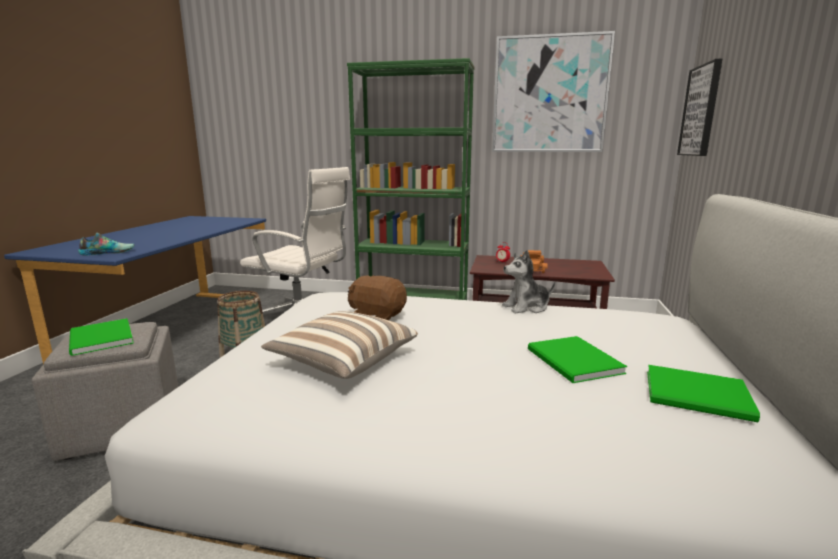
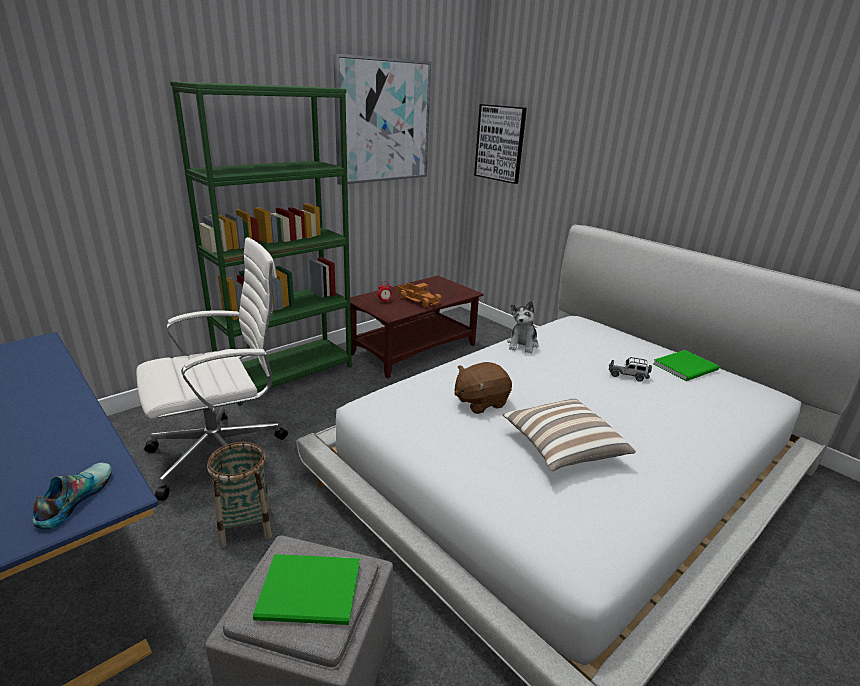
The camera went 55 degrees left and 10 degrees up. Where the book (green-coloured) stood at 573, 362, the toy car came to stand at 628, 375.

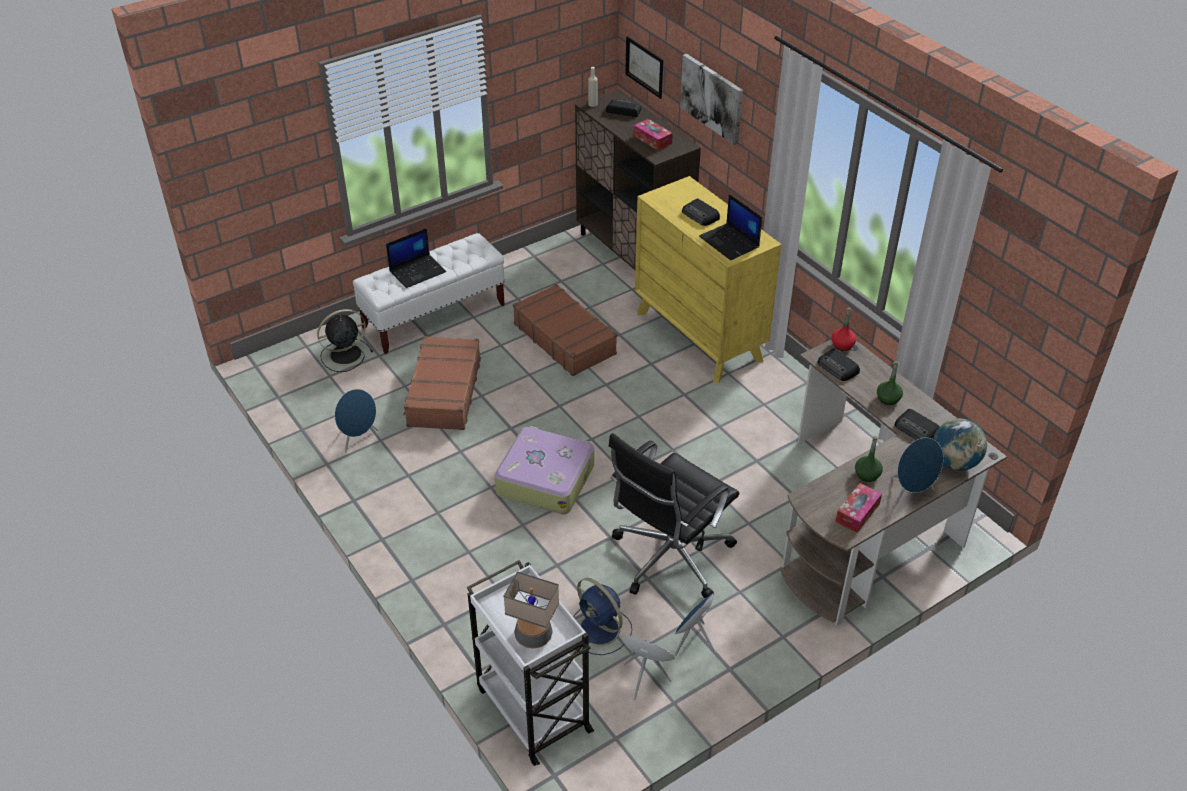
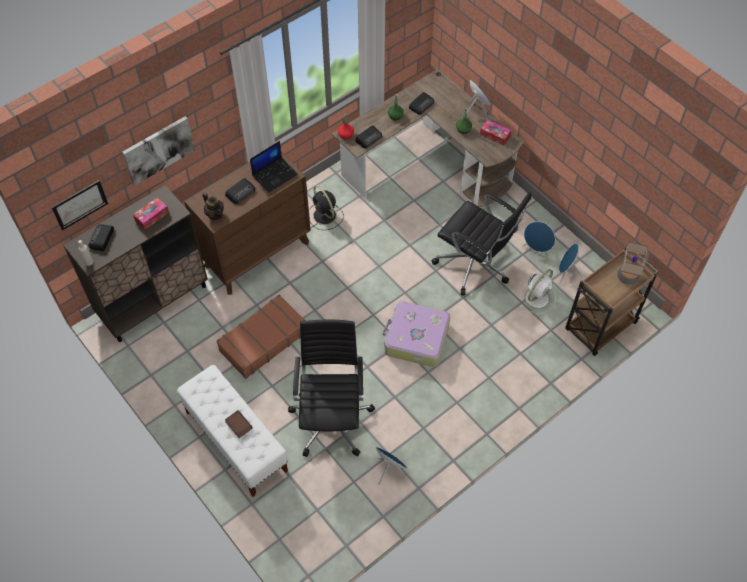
The camera went 95 degrees left and 15 degrees up. What was the drawer chest (yellow) at 699, 336 turned into the drawer chest (brownish) at 256, 253. Where the notebook computer stood at 418, 271, the book came to stand at 238, 425. The electric fan (blackish) ended up elsewhere, having gone from 344, 355 to 325, 216. Where the suitcase (brownish) stood at 443, 392, the desk chair (blackish) came to stand at 331, 418. The second view lost the desk globe at 954, 463. What was the trolley (white-coloured) at 532, 707 turned into the trolley (brownish) at 599, 327. What was the electric fan (blue) at 600, 630 turned into the electric fan (white-coloured) at 537, 297. The second view gained the pot for tea at 215, 214.

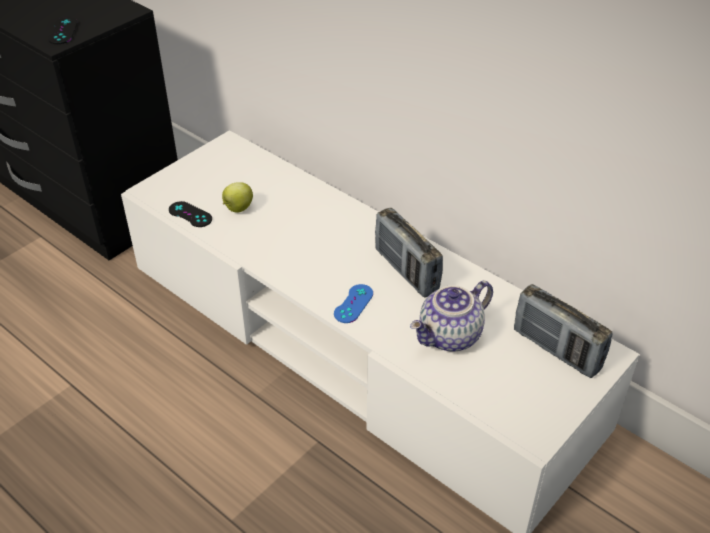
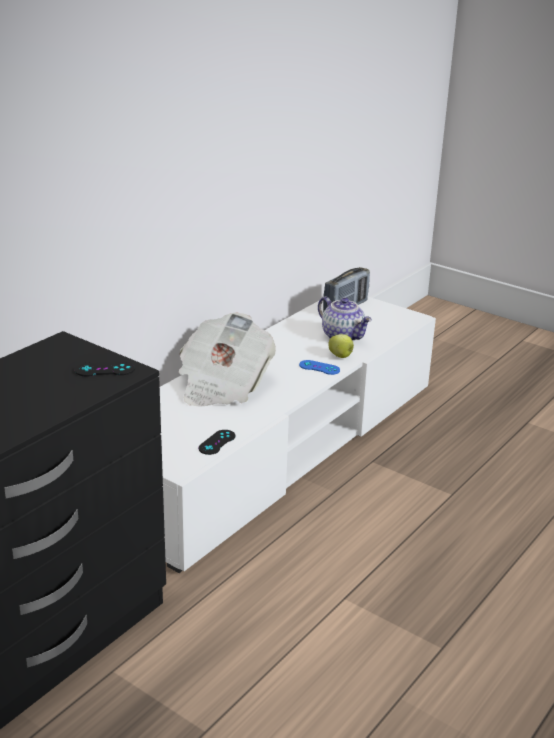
The camera went 95 degrees left and 15 degrees down. The apple fruit ended up elsewhere, having gone from 238, 208 to 341, 356. The second view lost the radio receiver at 406, 271. The second view gained the newspaper at 222, 385.

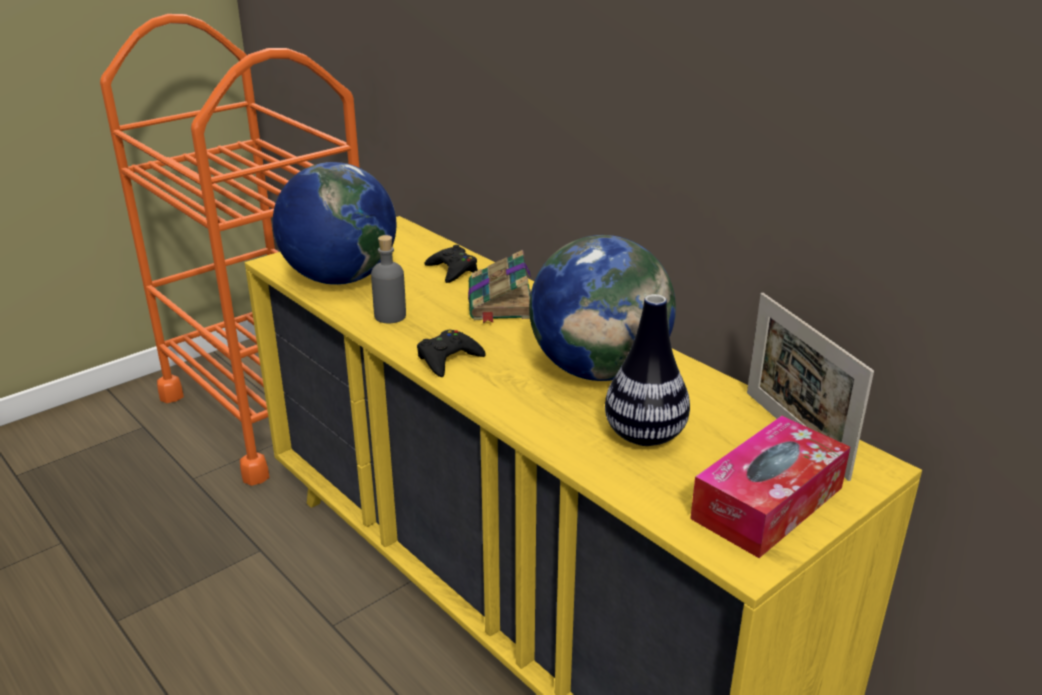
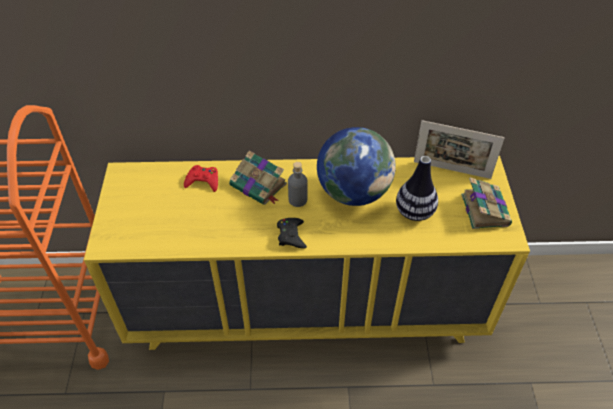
The camera went 50 degrees left and 20 degrees up. The second view lost the desk globe at 340, 278. The bottle (gray) ended up elsewhere, having gone from 390, 316 to 298, 200. What was the joypad (blackish) at 452, 270 turned into the joypad (red-coloured) at 203, 181. Where the box of tissues stood at 767, 503, the book came to stand at 484, 209.

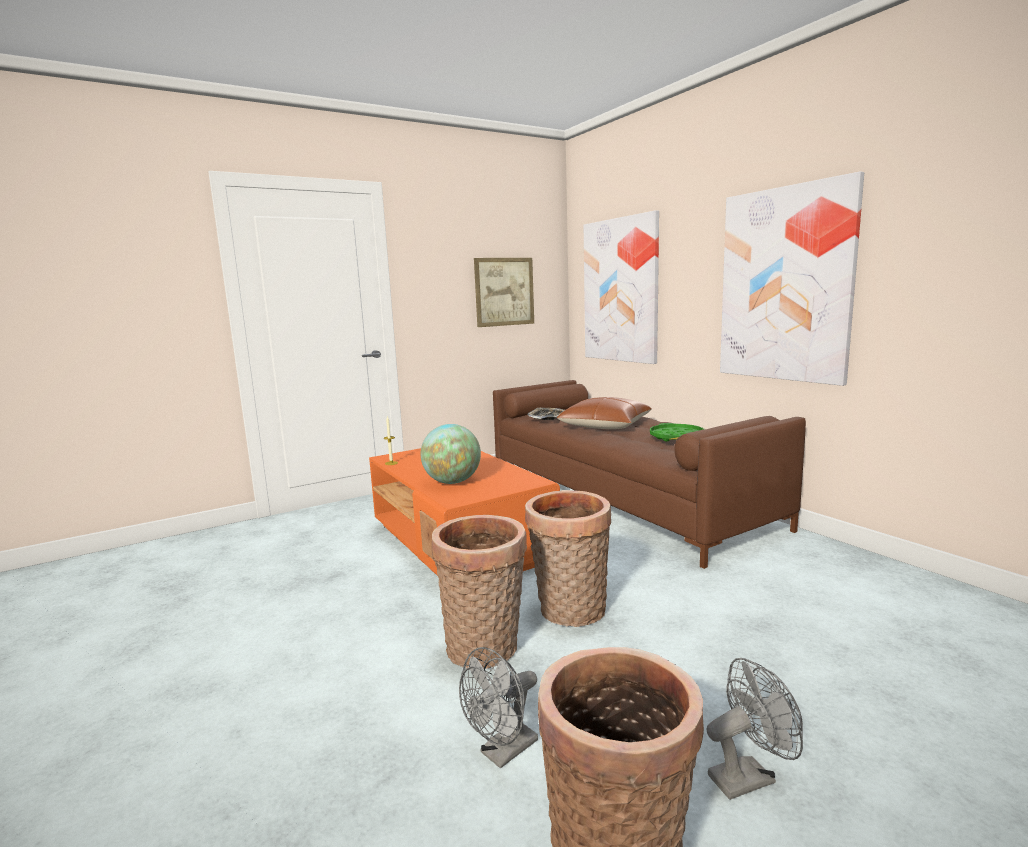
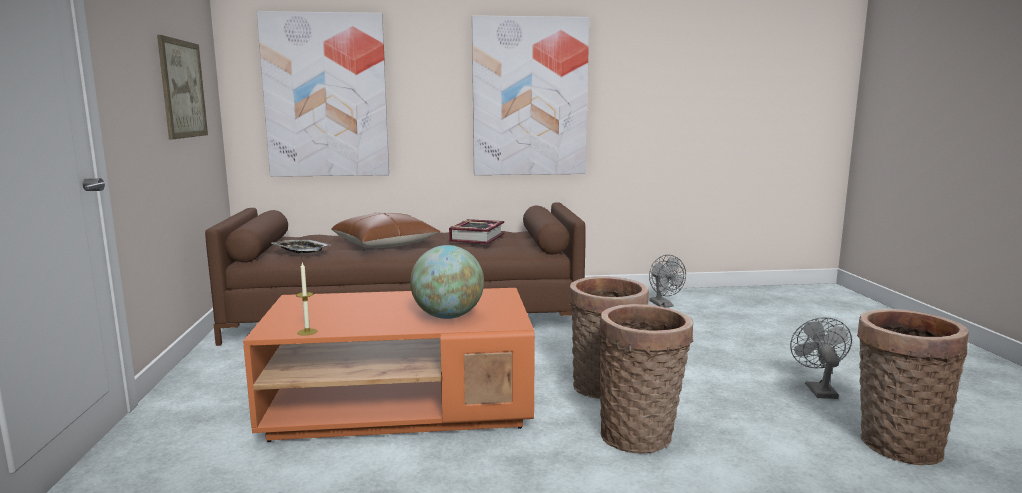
The camera went 65 degrees left and 0 degrees up. Where the serving tray (green-coloured) stood at 677, 437, the book came to stand at 476, 238. The electric fan (gray) ended up elsewhere, having gone from 503, 752 to 663, 305.

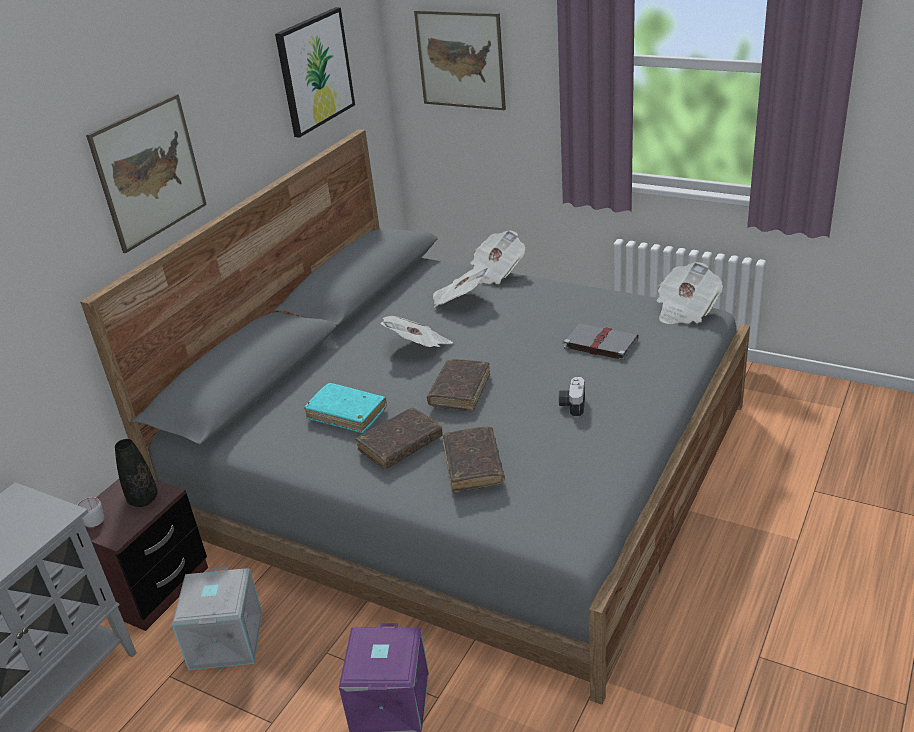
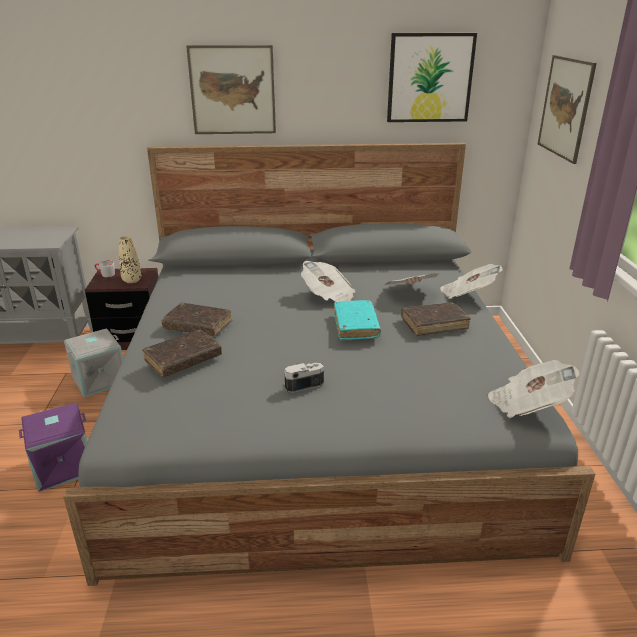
The camera went 55 degrees right and 5 degrees down. The second view lost the book (gray) at 599, 343. The book (brownish) ended up elsewhere, having gone from 460, 391 to 434, 324. The book (turquoise) ended up elsewhere, having gone from 347, 414 to 356, 326. What was the vase (blackish) at 143, 500 turned into the vase (beige) at 132, 280.

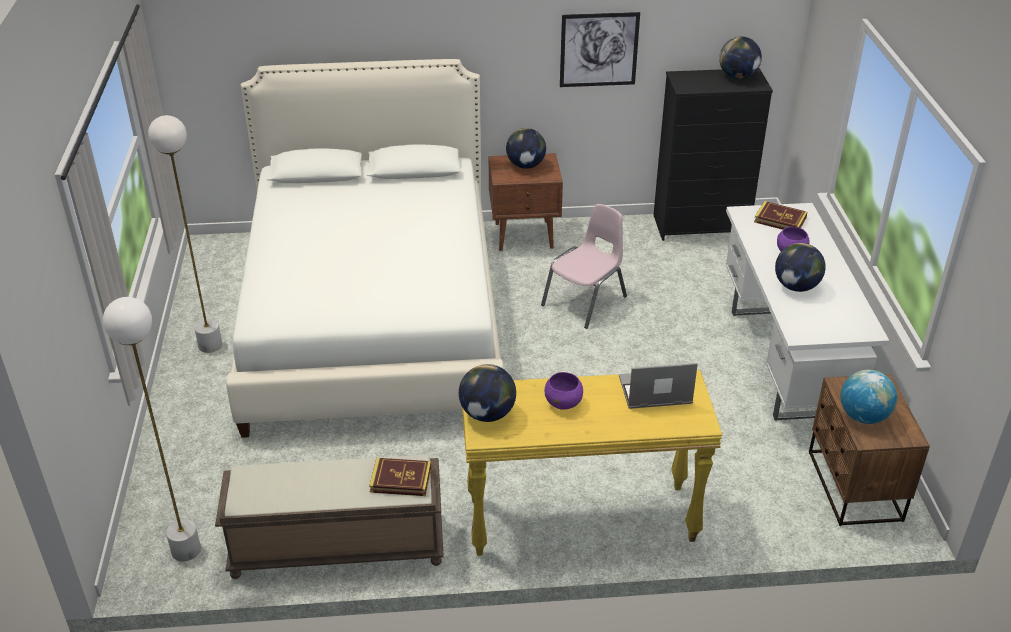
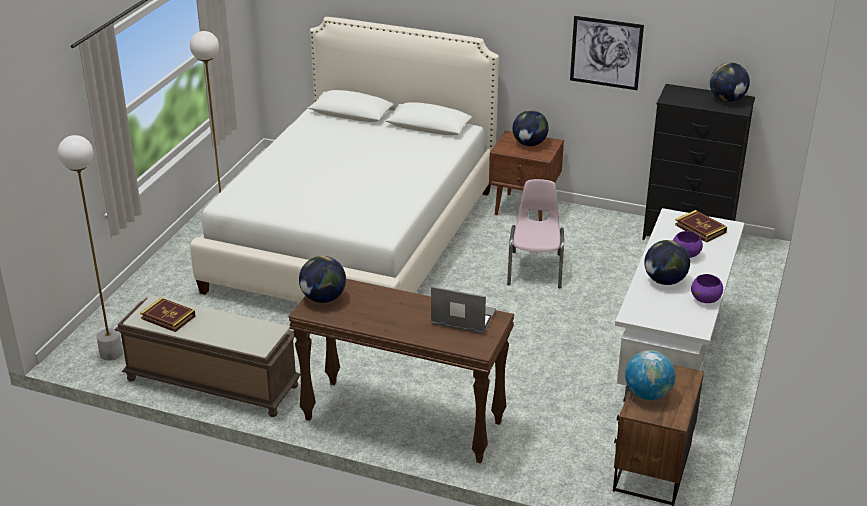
The camera went 25 degrees right and 5 degrees down. The plain chair (pinkish) at 585, 301 ended up facing another way, 60 degrees counterclockwise from before. What was the narrow table (yellow) at 580, 521 turned into the narrow table (brownish) at 402, 421. The deep dish (purple-coloured) ended up elsewhere, having gone from 563, 403 to 706, 299. The book ended up elsewhere, having gone from 401, 480 to 168, 317.

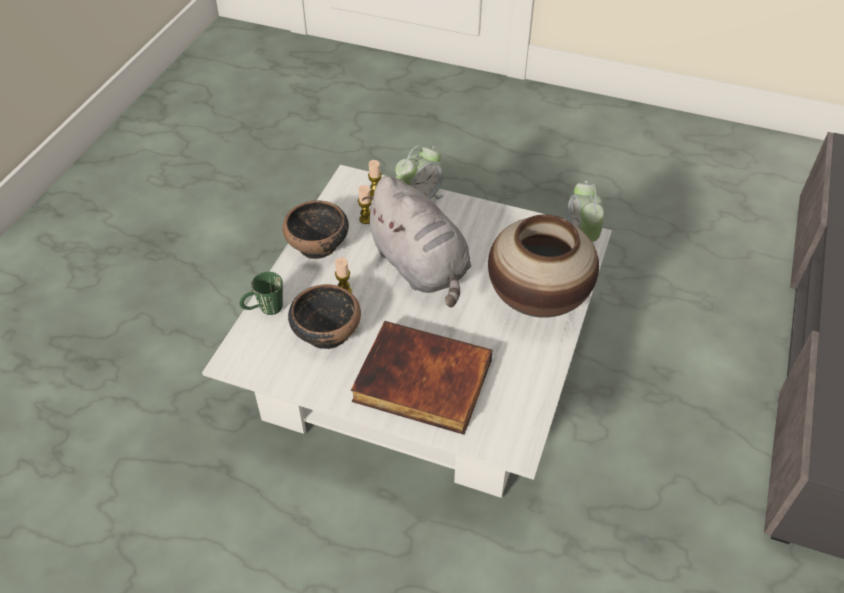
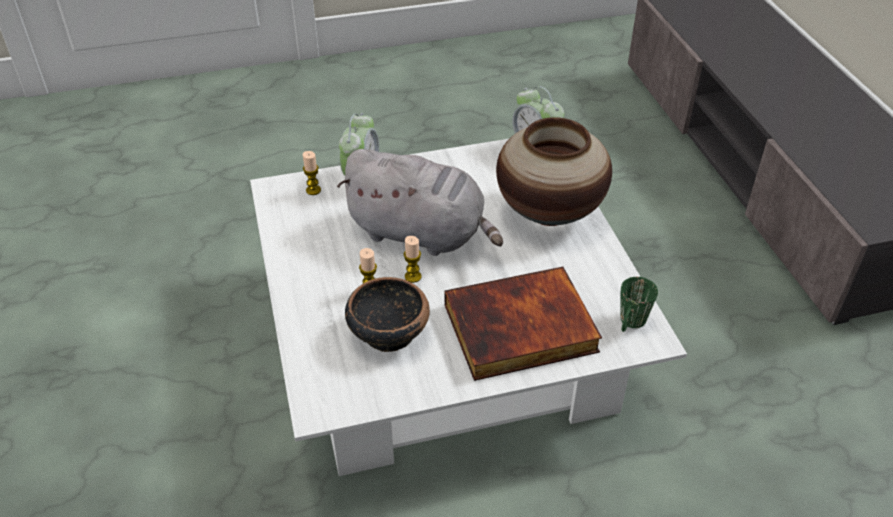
The camera went 35 degrees left and 5 degrees down. The candle ended up elsewhere, having gone from 366, 219 to 413, 276. The second view lost the deep dish at 318, 245. The tea mug (green-coloured) ended up elsewhere, having gone from 264, 309 to 630, 325.

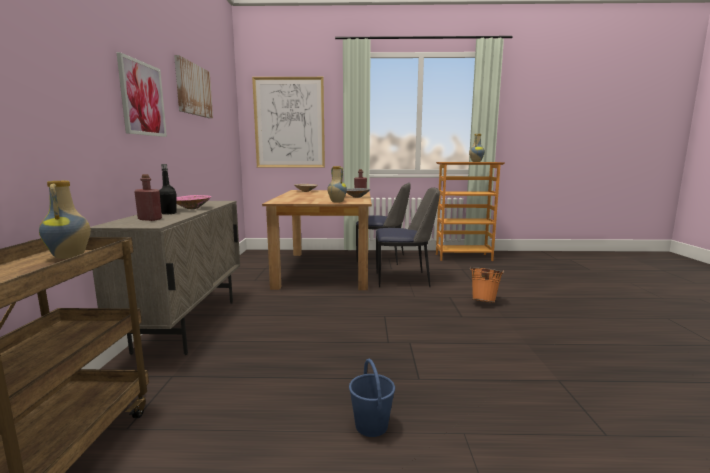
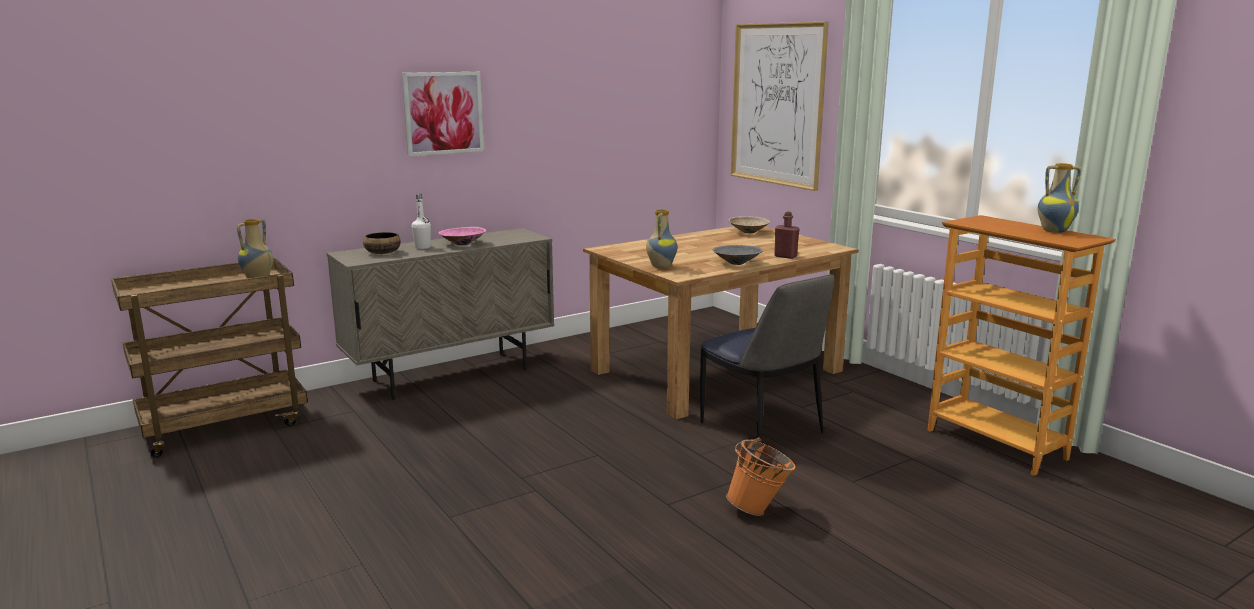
The camera went 55 degrees right and 5 degrees up. The second view lost the wall art at 193, 89. What was the bottle (blackish) at 169, 213 turned into the bottle (white-coloured) at 422, 247. Where the bottle (red-coloured) stood at 150, 219, the deep dish came to stand at 382, 253. The second view lost the plain chair at 382, 258. The second view lost the bucket (blue) at 371, 425.

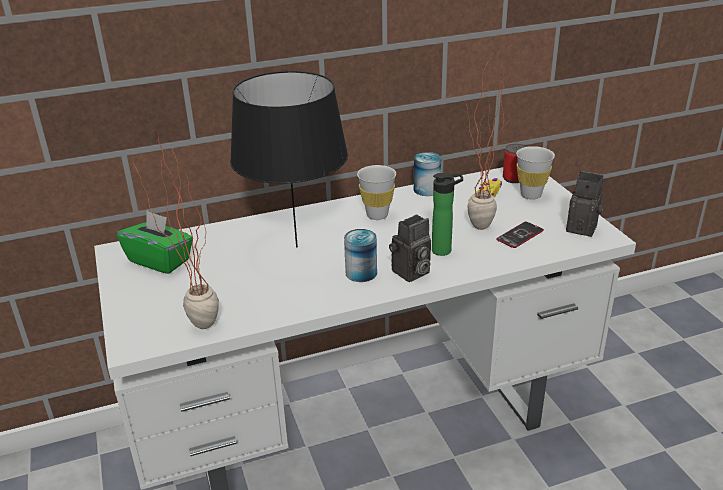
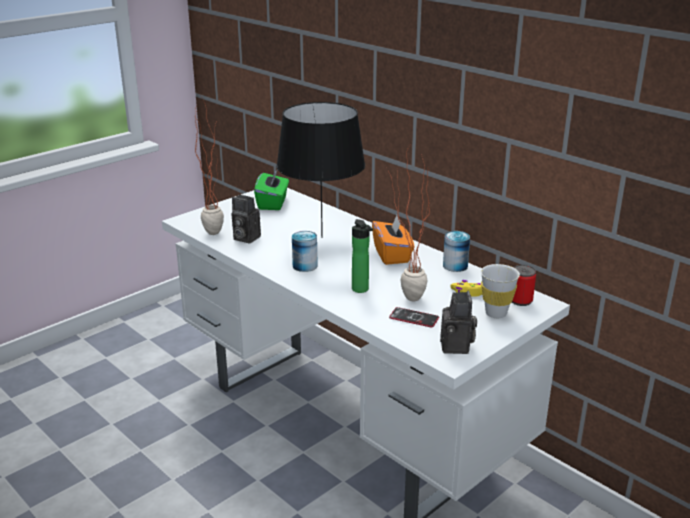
The camera went 65 degrees right and 5 degrees down. Where the drinking cup (white-coloured) stood at 377, 215, the box of tissues (orange-coloured) came to stand at 392, 255. The photo camera ended up elsewhere, having gone from 410, 273 to 245, 238.

